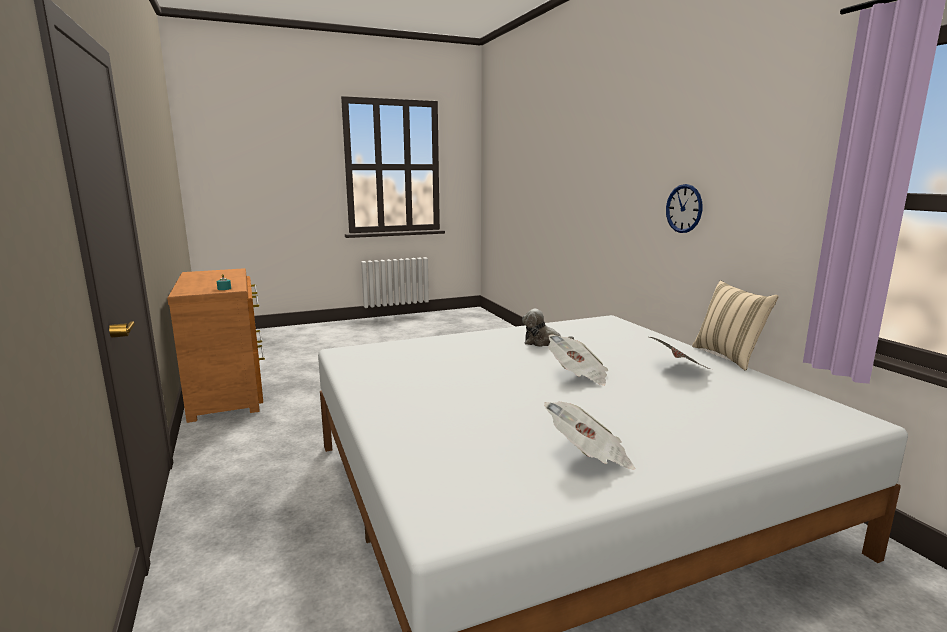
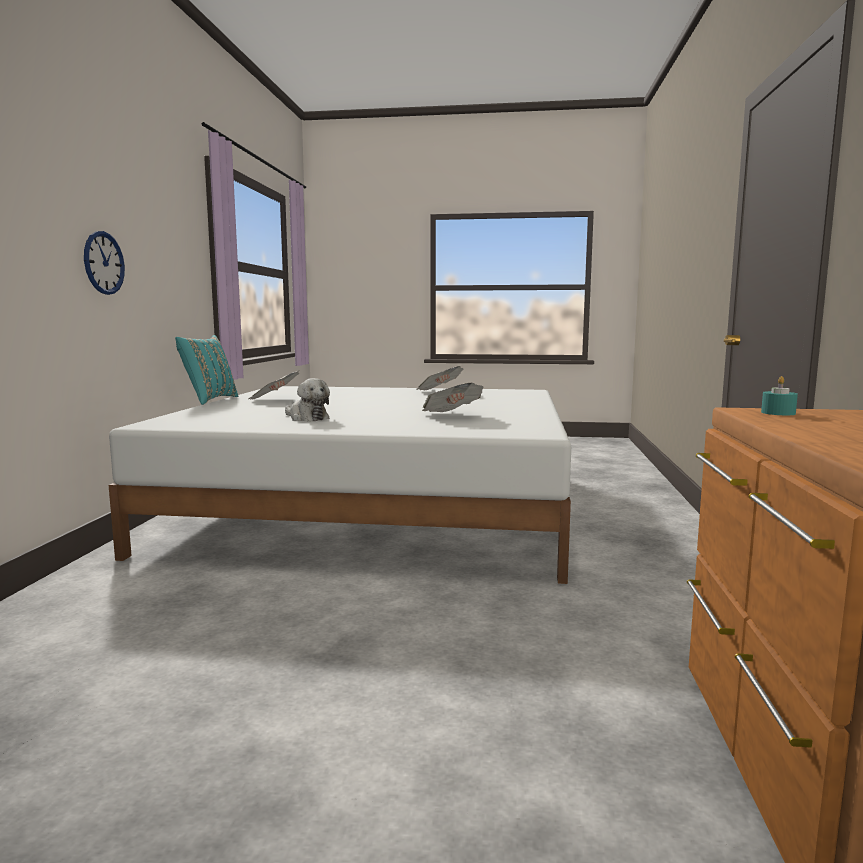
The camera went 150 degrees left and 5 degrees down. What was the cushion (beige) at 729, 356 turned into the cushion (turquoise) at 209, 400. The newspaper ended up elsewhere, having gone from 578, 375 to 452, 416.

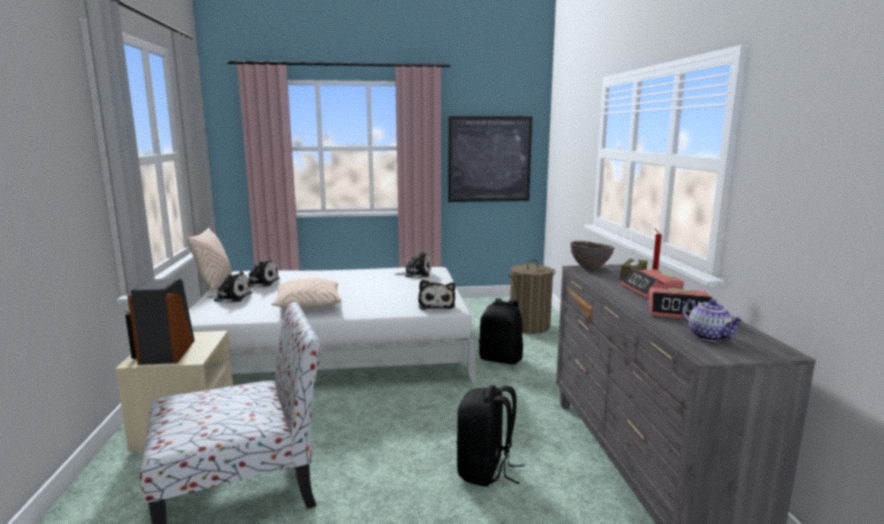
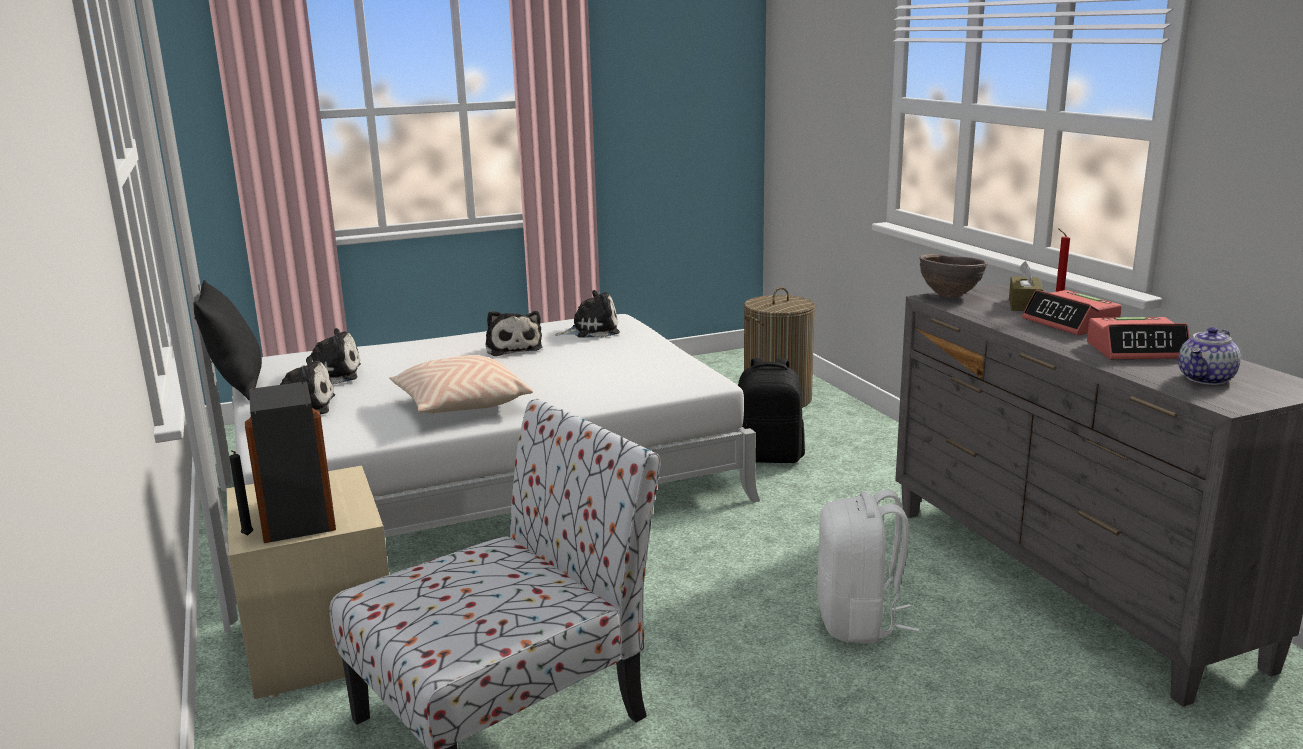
The camera went 15 degrees left and 5 degrees up. The second view lost the wall art at 489, 159. What was the cushion (beige) at 214, 283 turned into the cushion (blackish) at 238, 385. The cuddly toy ended up elsewhere, having gone from 436, 305 to 513, 348. The pot for tea at 709, 336 ended up facing another way, 90 degrees clockwise from before. What was the backpack (blackish) at 485, 470 turned into the backpack (white-coloured) at 859, 622.

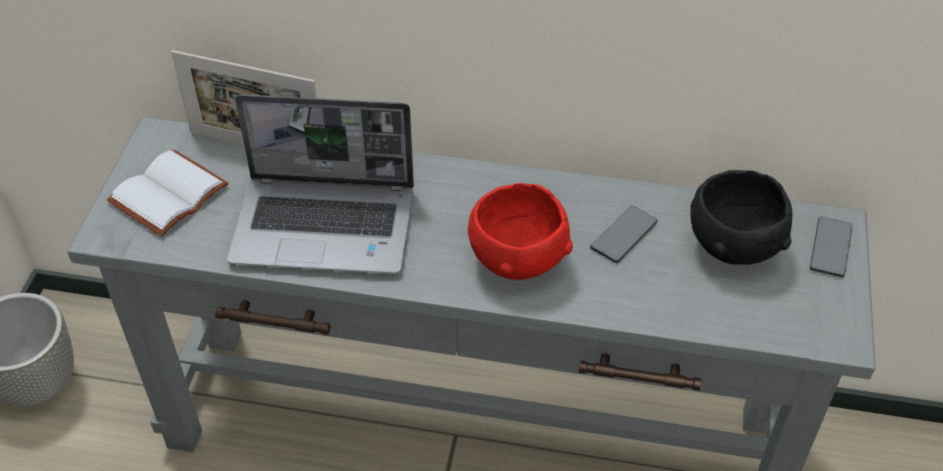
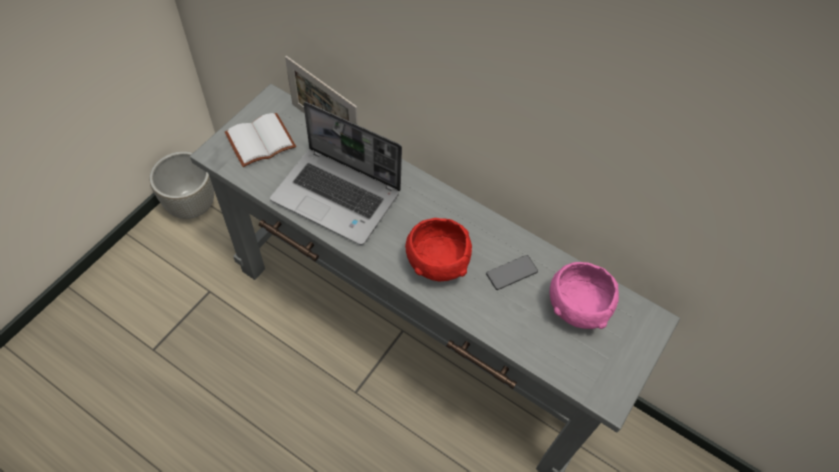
The camera went 20 degrees right and 10 degrees up. What was the deep dish (blackish) at 733, 246 turned into the deep dish (pinkish) at 576, 308. The second view lost the phone at 830, 248.

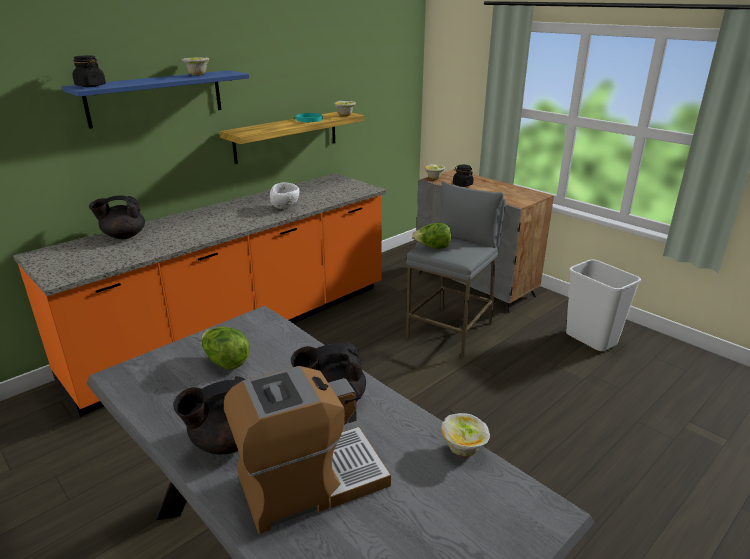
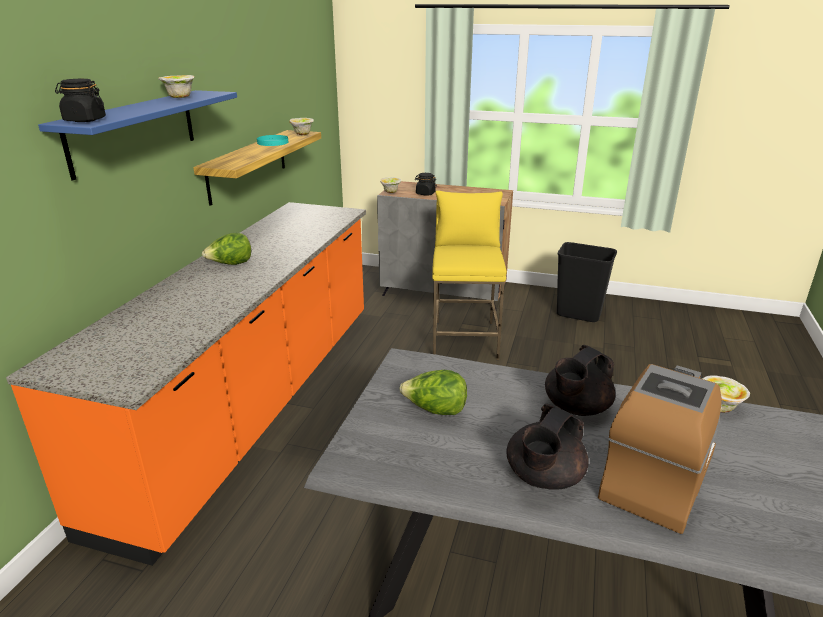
The camera went 30 degrees left and 0 degrees up. The second view lost the deep dish (white-coloured) at 285, 207. What was the stool (gray) at 451, 330 turned into the stool (yellow) at 464, 340. The second view lost the pot for tea (blackish) at 123, 236. The head of lettuce ended up elsewhere, having gone from 432, 248 to 230, 264. What was the trash can (white-coloured) at 592, 339 turned into the trash can (blackish) at 579, 314.

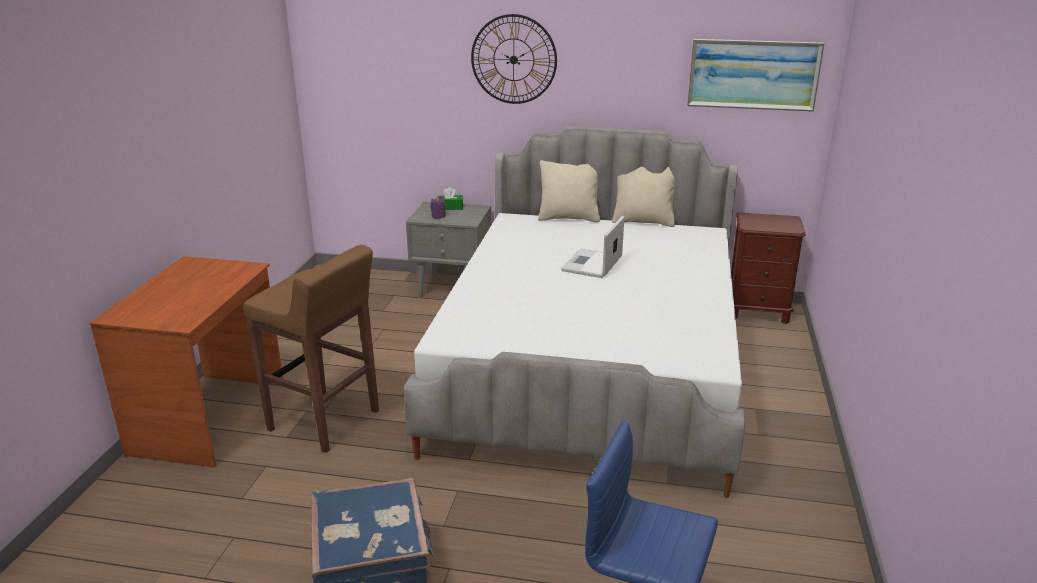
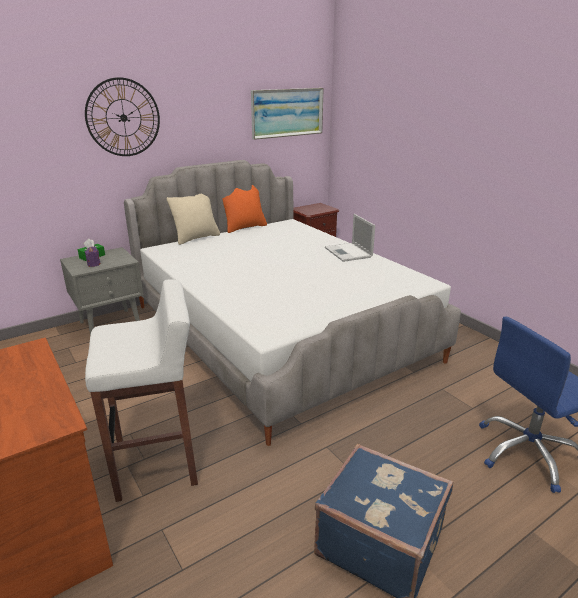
The camera went 45 degrees left and 0 degrees up. What was the cushion (beige) at 643, 221 turned into the cushion (orange-coloured) at 244, 227. The notebook computer ended up elsewhere, having gone from 592, 265 to 349, 253. What was the stool (brownish) at 325, 421 turned into the stool (white-coloured) at 158, 463.

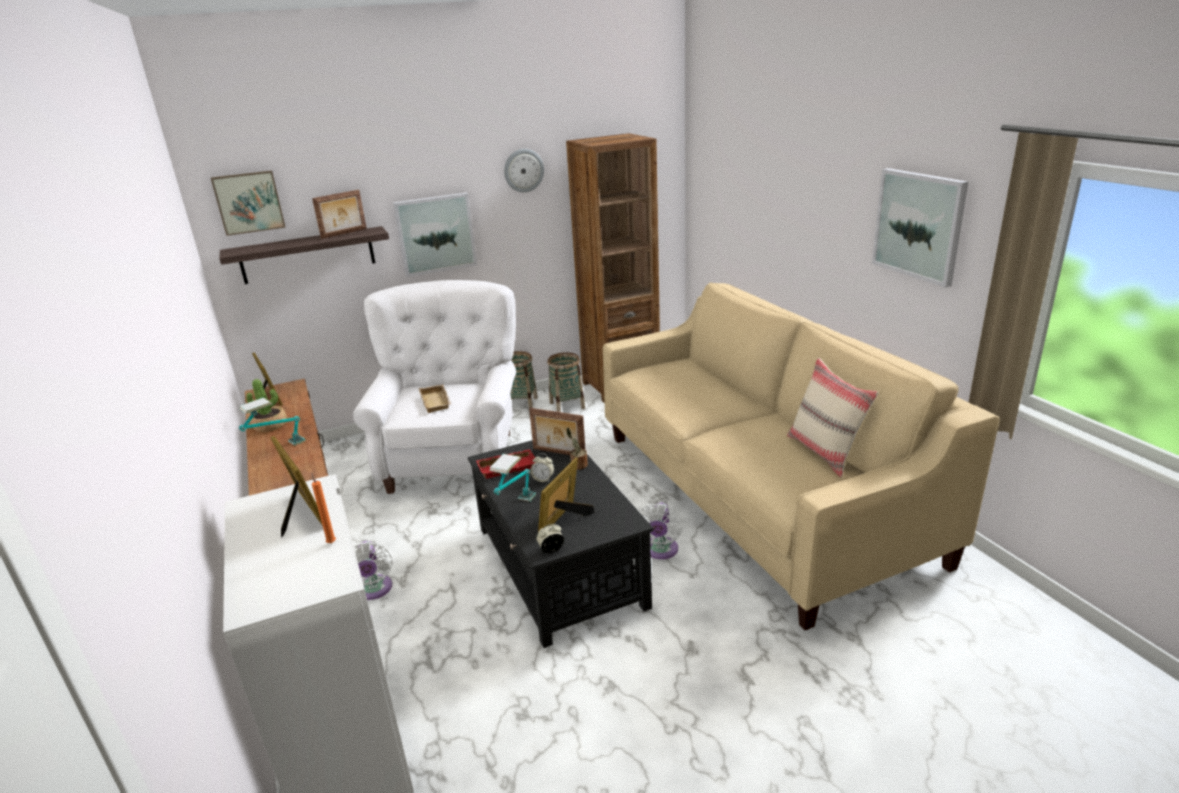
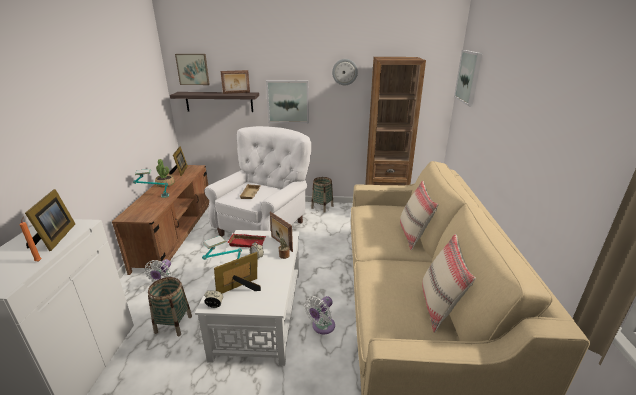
The camera went 25 degrees right and 0 degrees up. The wall art ended up elsewhere, having gone from 919, 225 to 468, 77. The household basket ended up elsewhere, having gone from 567, 405 to 173, 324. What was the low table (blackish) at 559, 566 turned into the low table (white-coloured) at 259, 312. The second view gained the cushion (beige) at 413, 235.

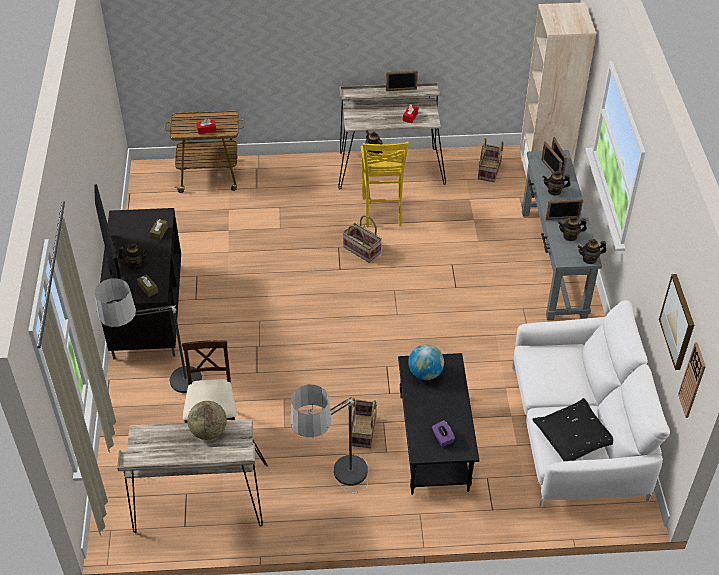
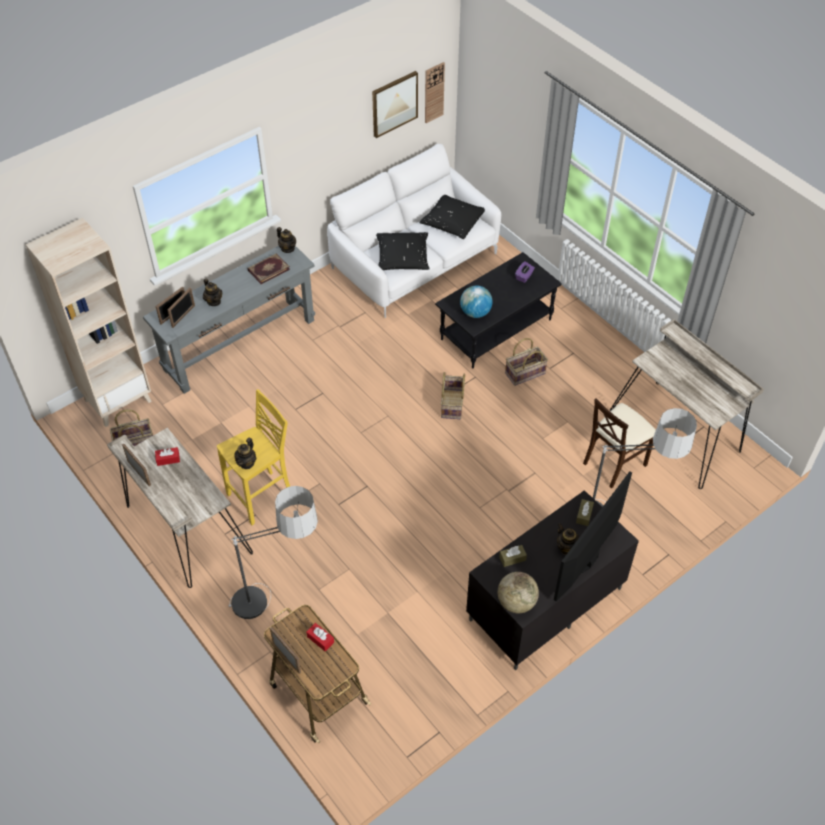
The camera went 125 degrees left and 5 degrees up. The picture frame ended up elsewhere, having gone from 562, 218 to 287, 657. The household basket ended up elsewhere, having gone from 361, 250 to 453, 404. Where the pot for tea stood at 570, 236, the book came to stand at 268, 269. The standard lamp ended up elsewhere, having gone from 335, 492 to 278, 603. The desk globe ended up elsewhere, having gone from 208, 431 to 516, 602. The second view gained the cushion (blackish) at 402, 257.

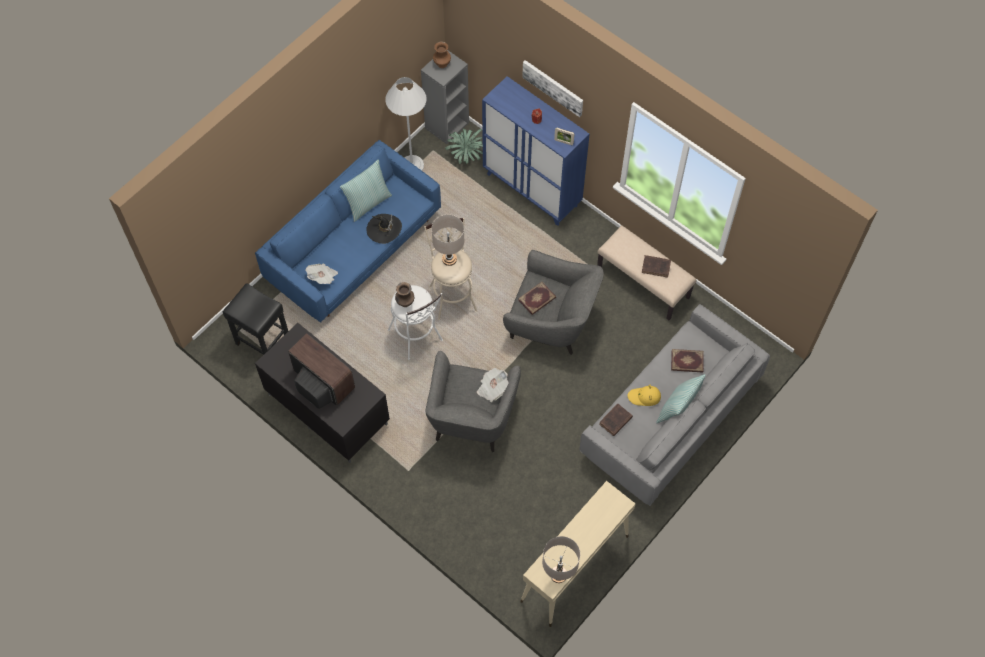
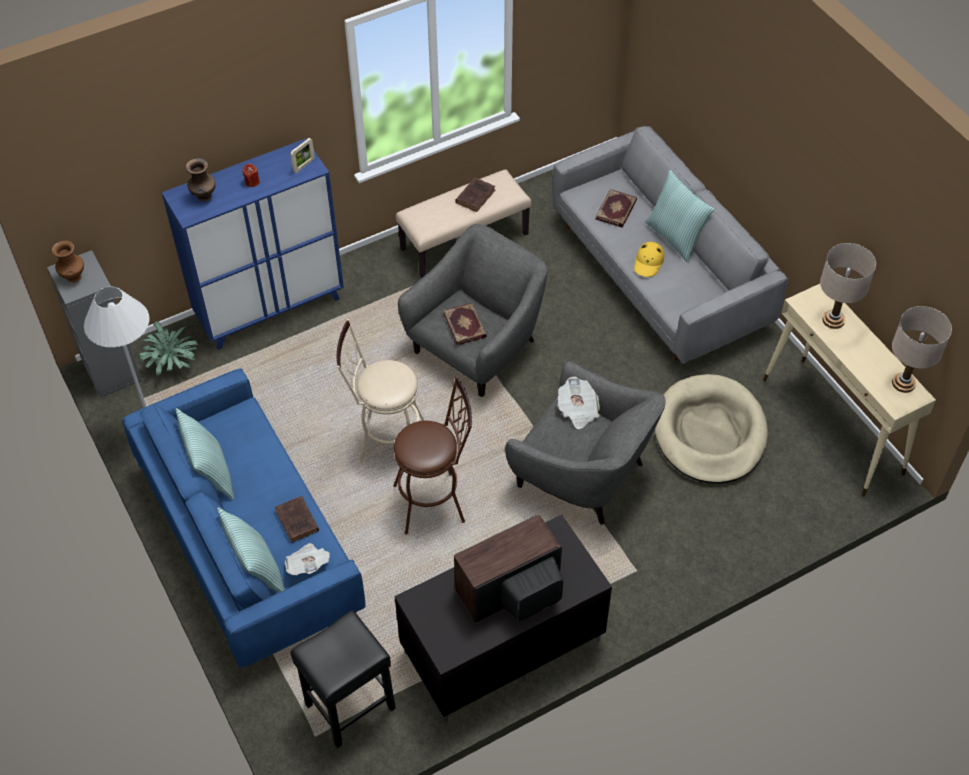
The camera went 70 degrees left and 10 degrees down. The second view lost the wall art at 553, 87. The second view lost the clothing hat (blackish) at 384, 229. The tabletop lamp (beige) ended up elsewhere, having gone from 449, 259 to 833, 320. The vase (brownish) ended up elsewhere, having gone from 405, 303 to 204, 197. What was the stool (white-coloured) at 417, 338 turned into the stool (brownish) at 436, 502. The book (brownish) ended up elsewhere, having gone from 615, 421 to 297, 522. The second view gained the pet bed (beige) at 709, 433. The second view gained the cushion at 257, 571.

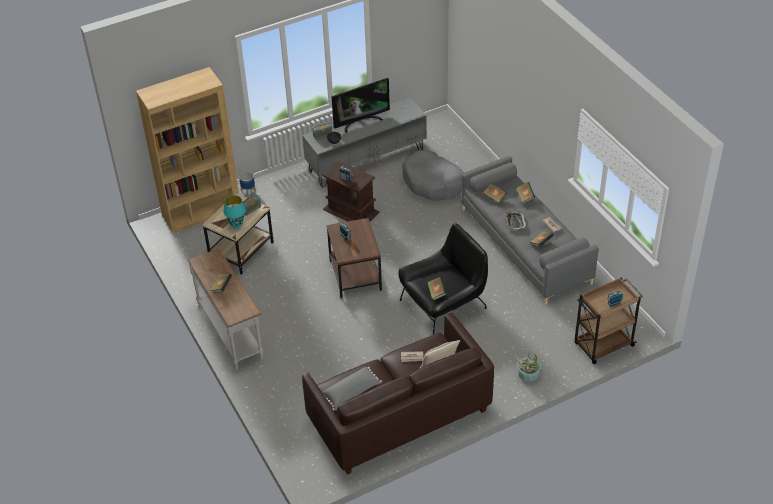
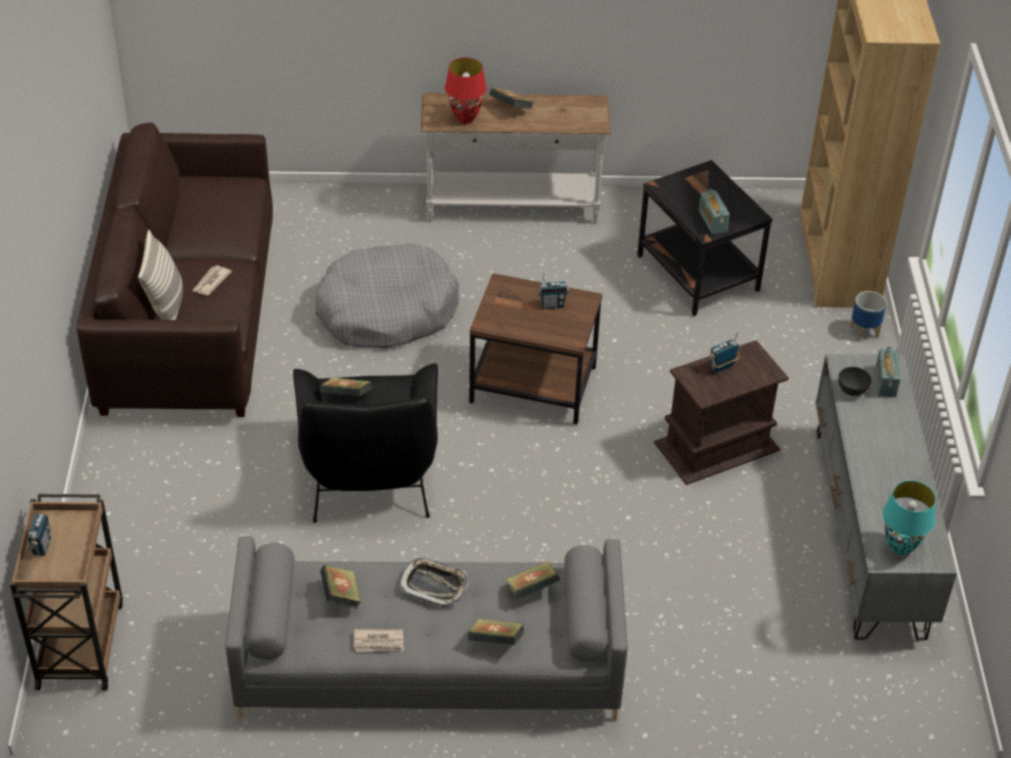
The camera went 115 degrees right and 0 degrees up. The second view lost the TV at 360, 122. The pet bed (gray) ended up elsewhere, having gone from 433, 183 to 386, 311. What was the side table (beige) at 241, 251 turned into the side table (blackish) at 698, 273. The tabletop lamp (turquoise) ended up elsewhere, having gone from 236, 225 to 899, 547. The second view lost the houseplant at 528, 374. The second view lost the cushion (gray) at 351, 393. The second view gained the tabletop lamp (red-coloured) at 465, 118.

